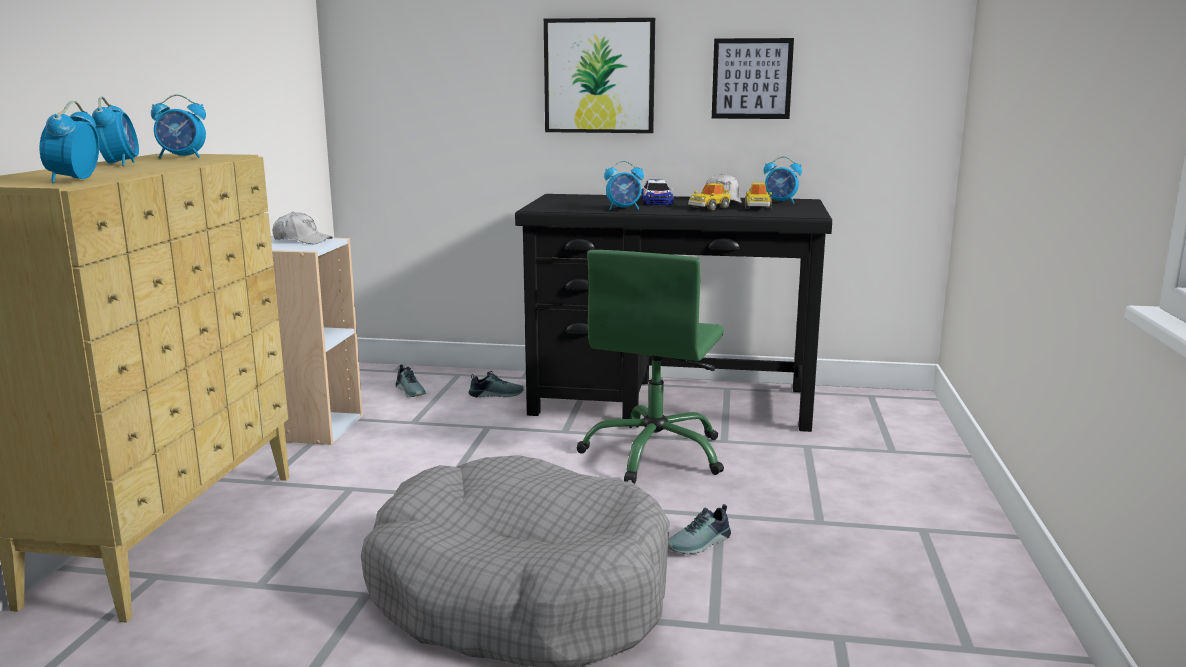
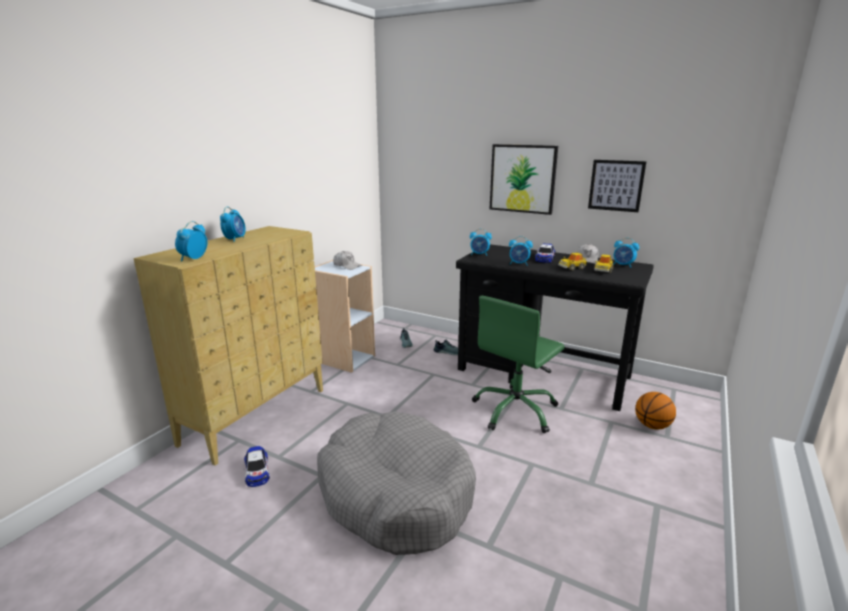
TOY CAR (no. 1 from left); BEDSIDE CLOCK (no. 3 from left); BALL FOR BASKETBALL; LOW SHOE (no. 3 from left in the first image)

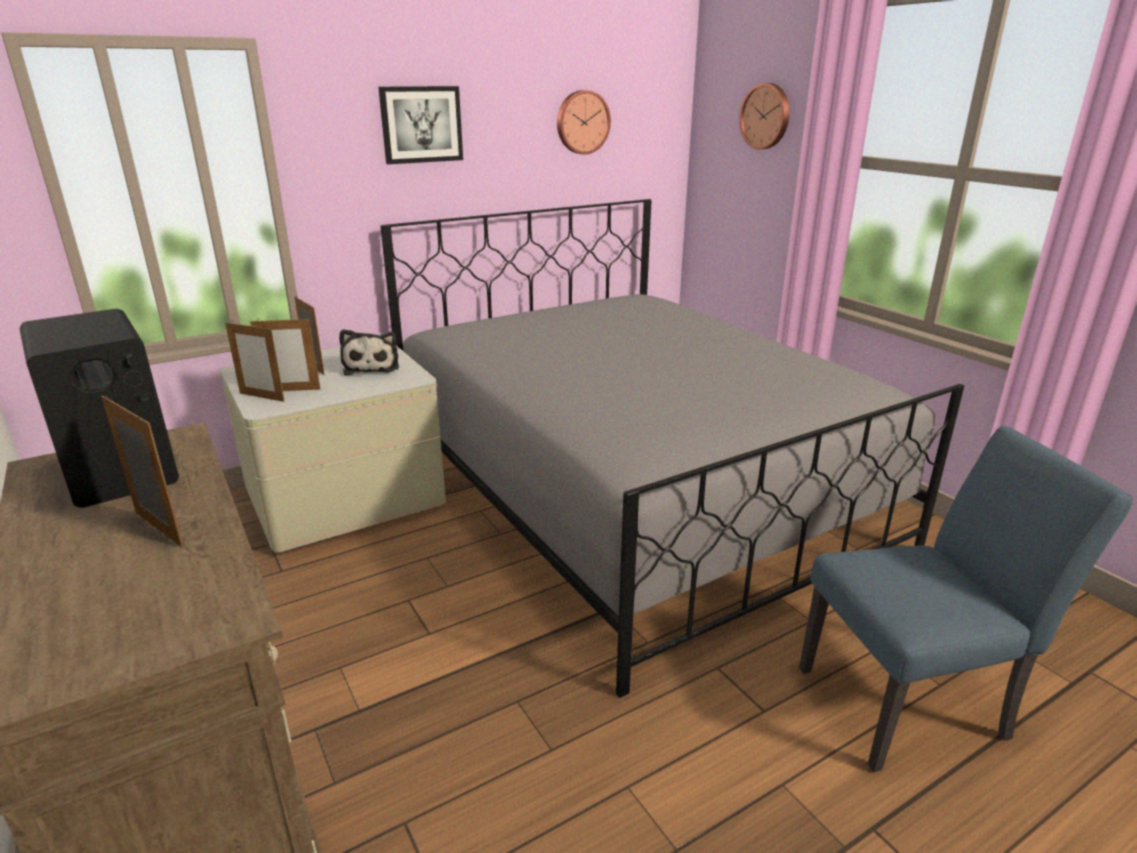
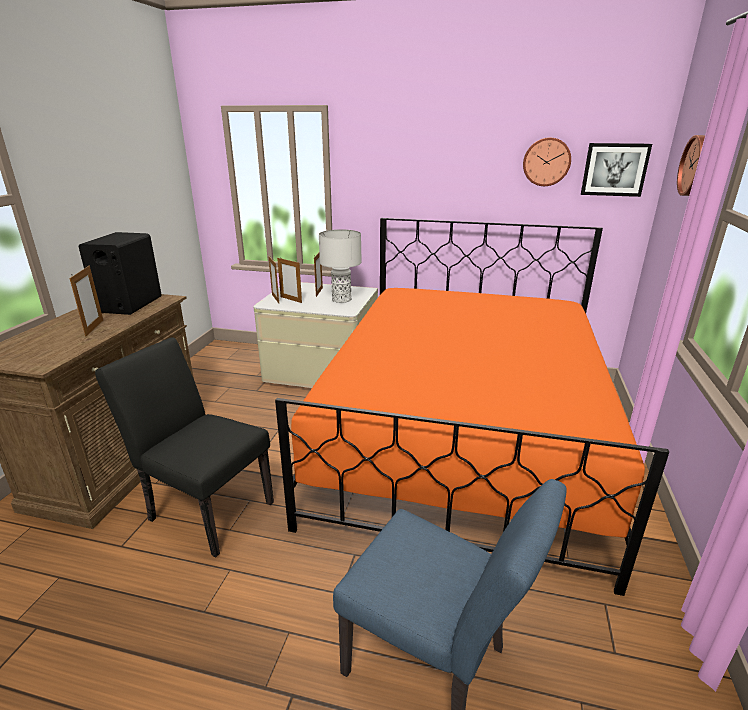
BLACKISH UPRIGHT CHAIR; ORANGE-COLOURED SLEEPING BED; WHITE TABLE LAMP; WALL ART

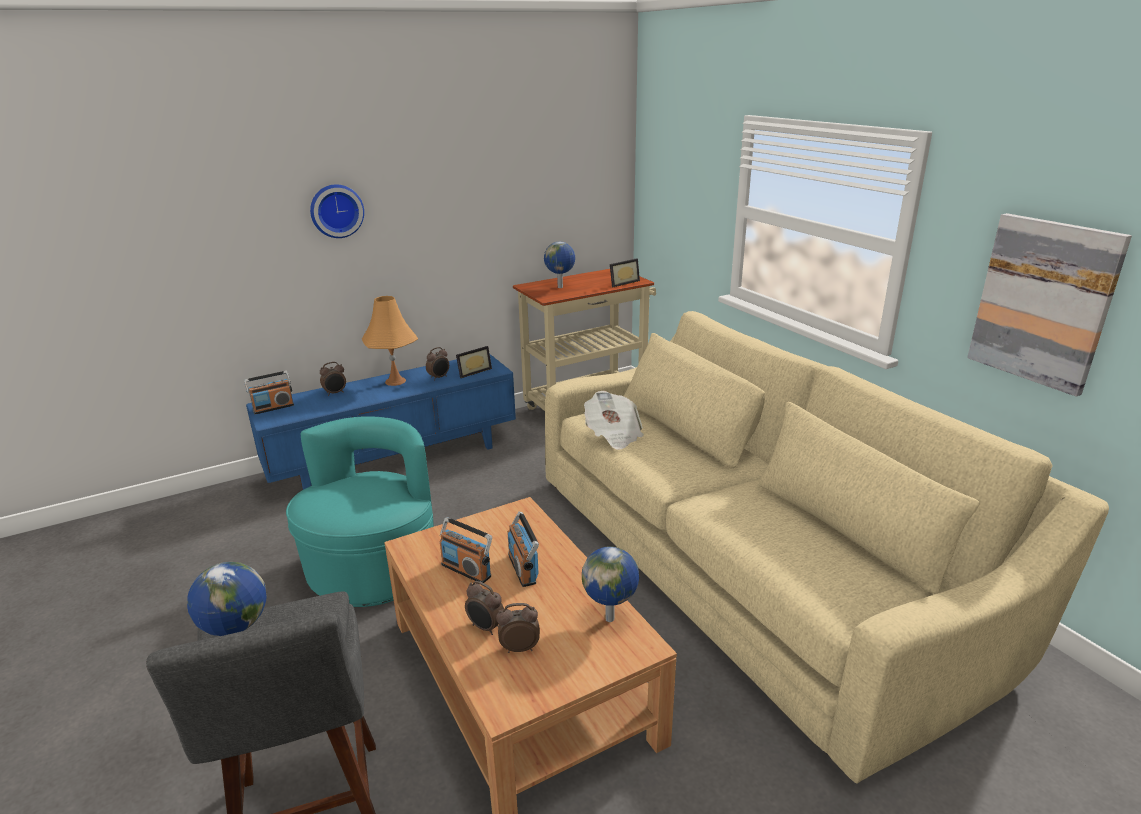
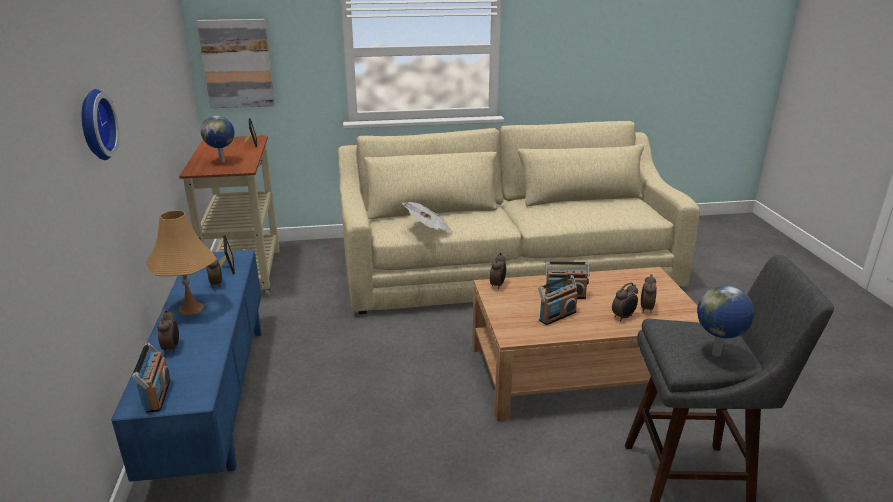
WALL ART; BEDSIDE CLOCK (no. 3 from left); BLUE-GREEN LOUNGE CHAIR; GLOBE (no. 3 from left in the first image)

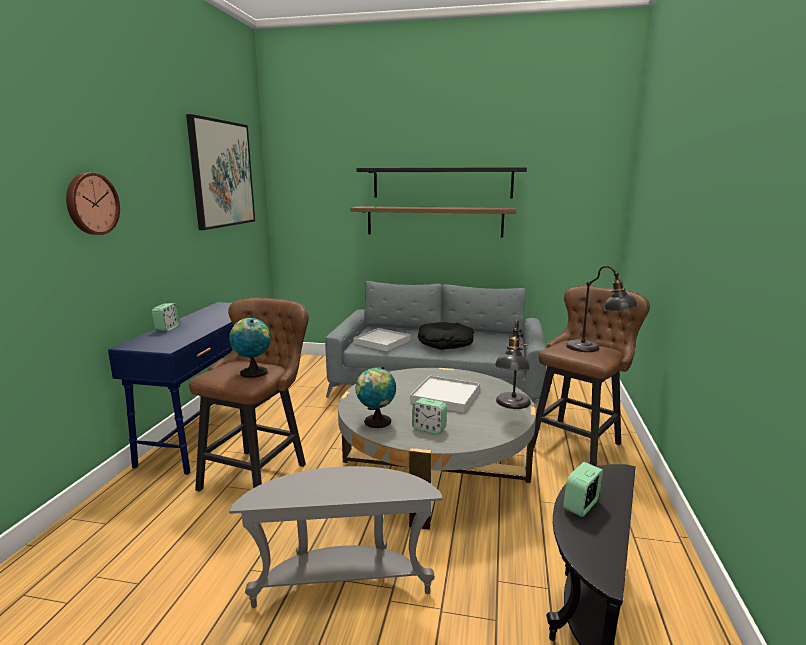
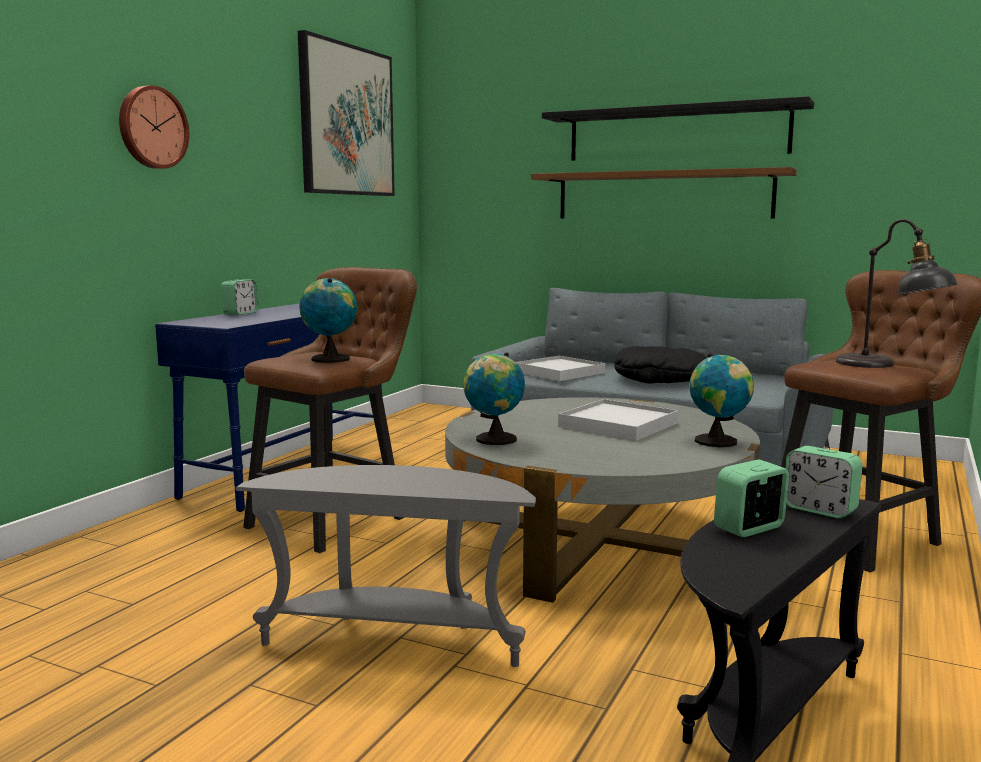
GLOBE (no. 3 from left); BEDSIDE CLOCK (no. 3 from left)

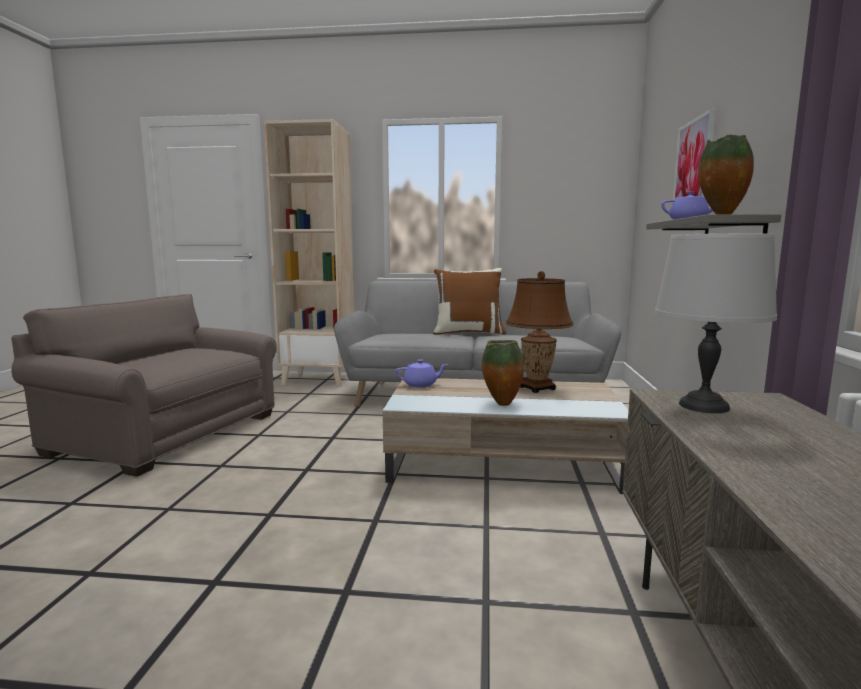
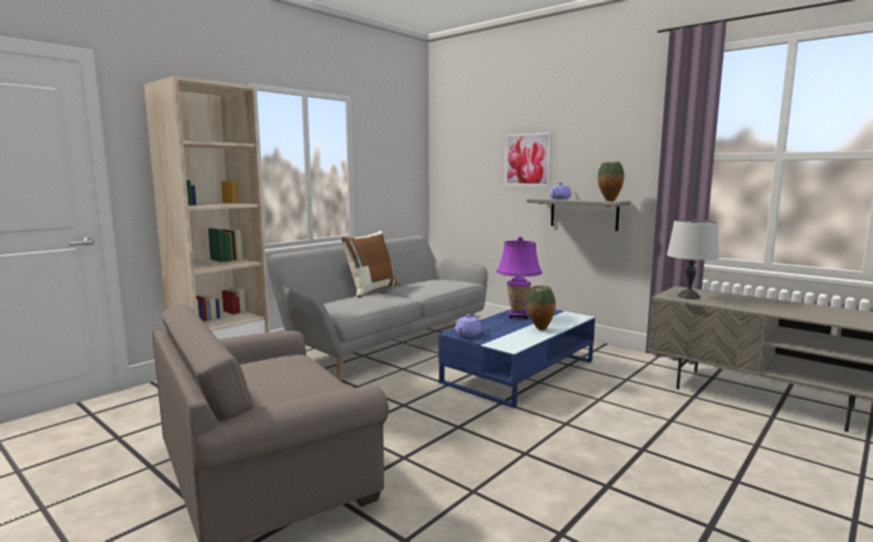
BLUISH LOUNGE TABLE; PURPLISH TABLE LAMP

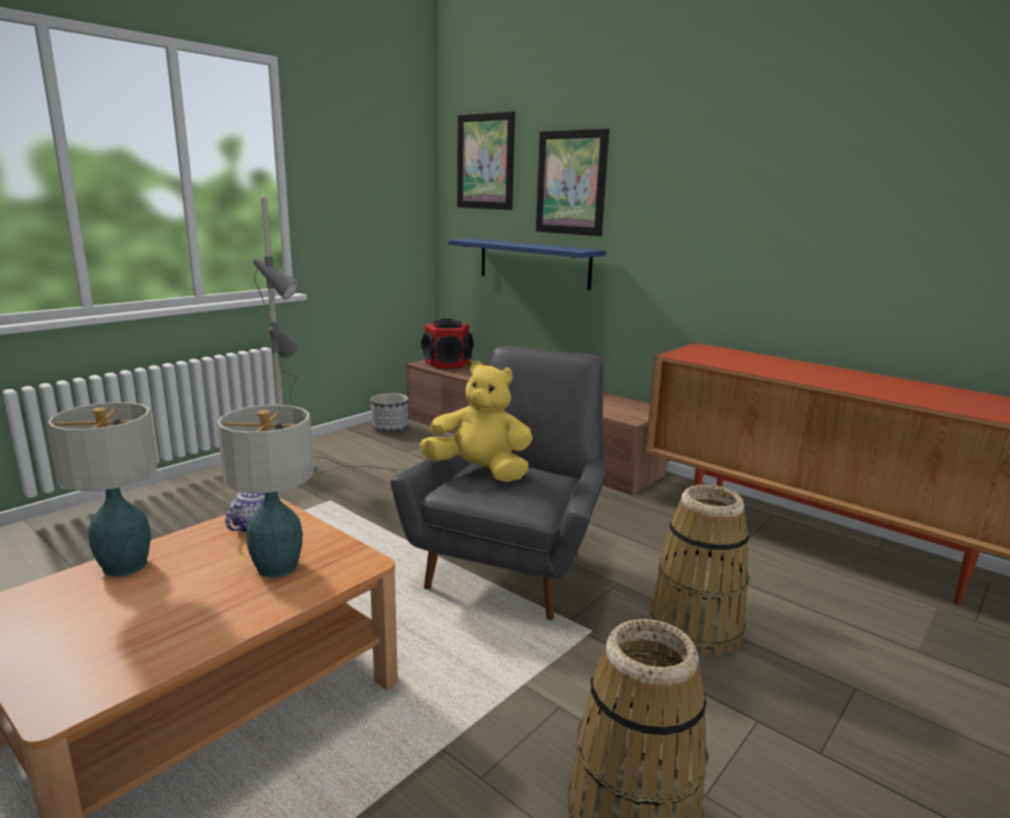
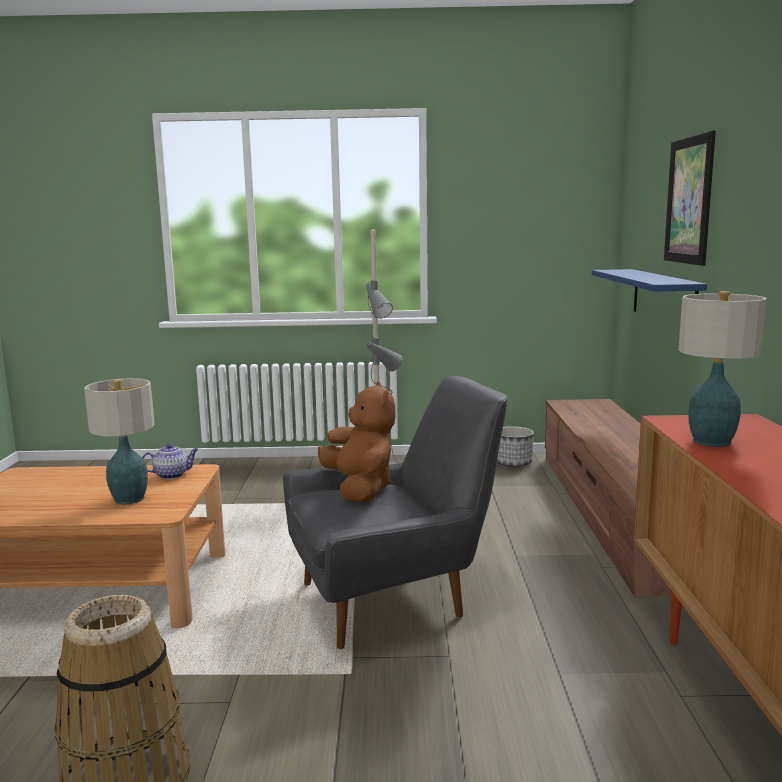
BROWNISH PLUSH TOY; TABLE LAMP (no. 2 from left); LOUDSPEAKER; WALL ART (no. 1 from left in the first image); STORAGE BASKET (no. 2 from left in the first image)

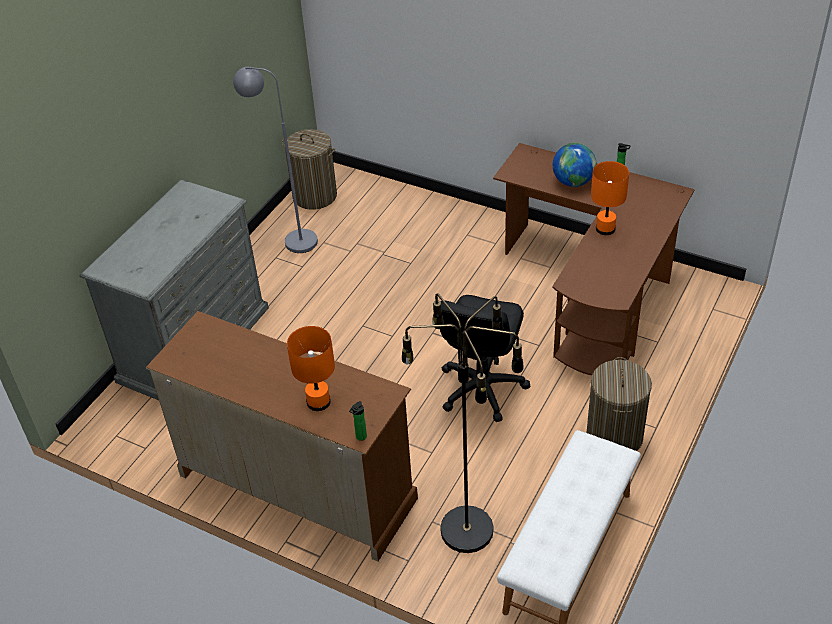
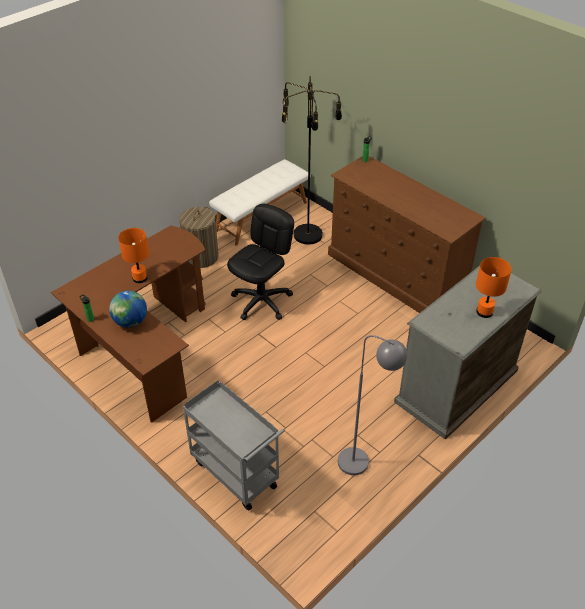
GREYISH TROLLEY; ORANGE-COLOURED TABLE LAMP (no. 2 from left); LAUNDRY BASKET (no. 1 from left in the first image)

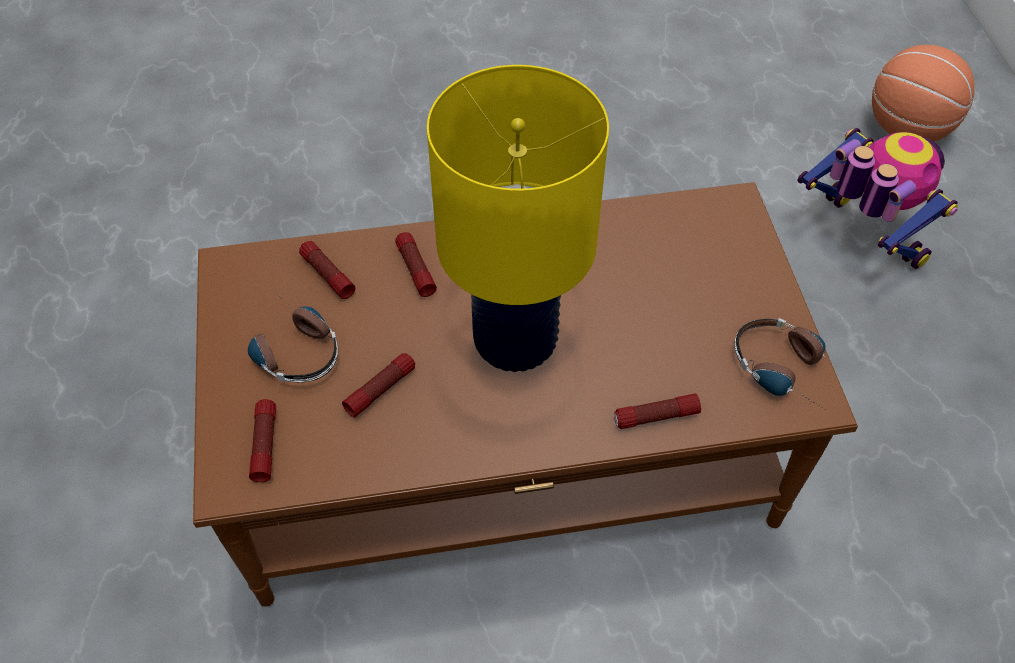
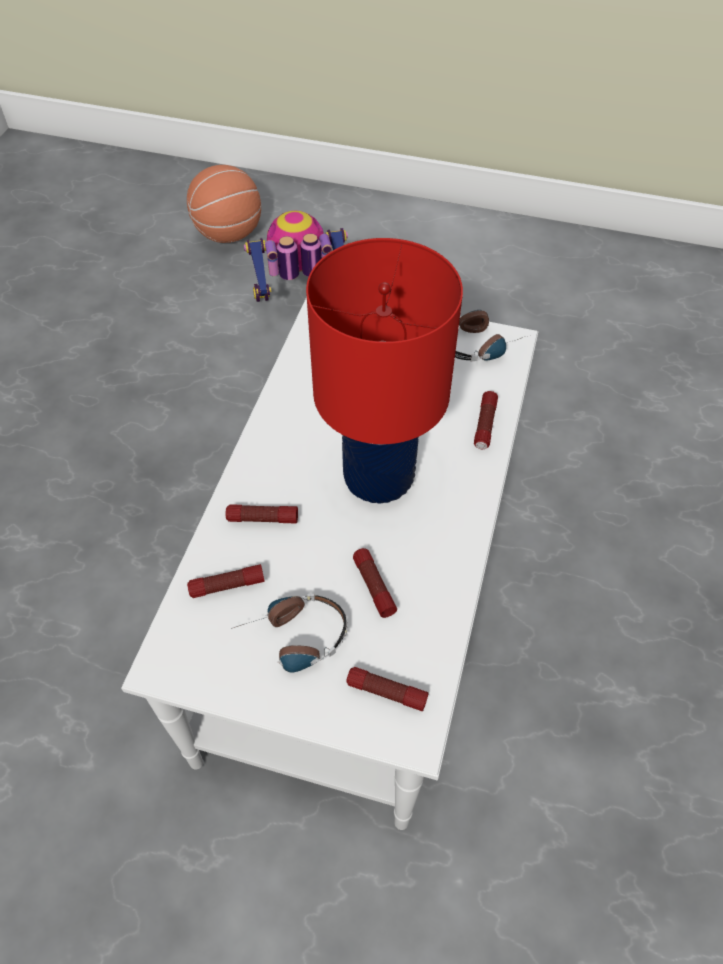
WHITE LOUNGE TABLE; REDDISH TABLE LAMP

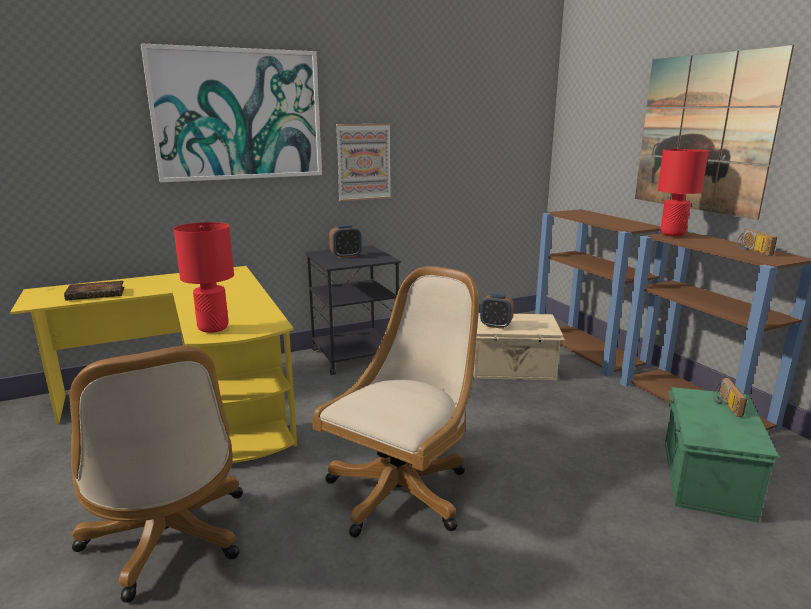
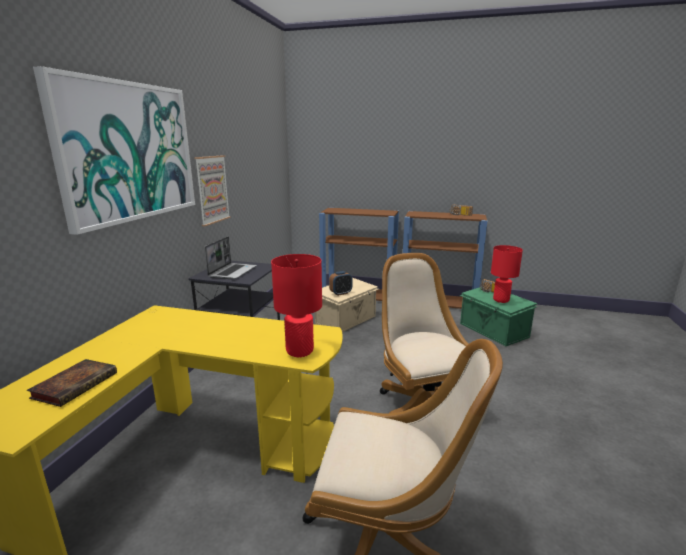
NOTEBOOK COMPUTER; REDDISH TABLE LAMP (no. 2 from left); WALL ART (no. 3 from left in the first image)

